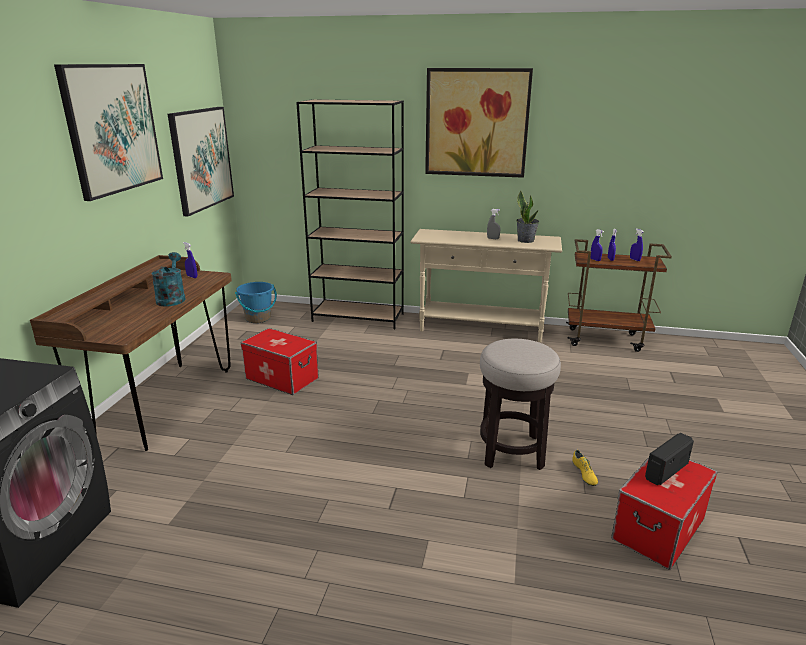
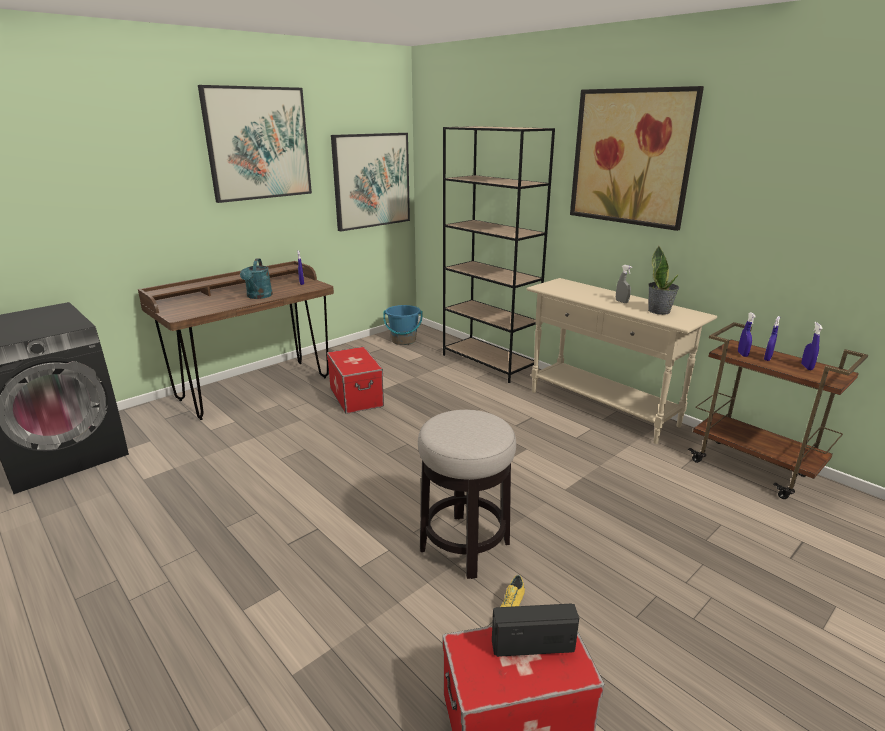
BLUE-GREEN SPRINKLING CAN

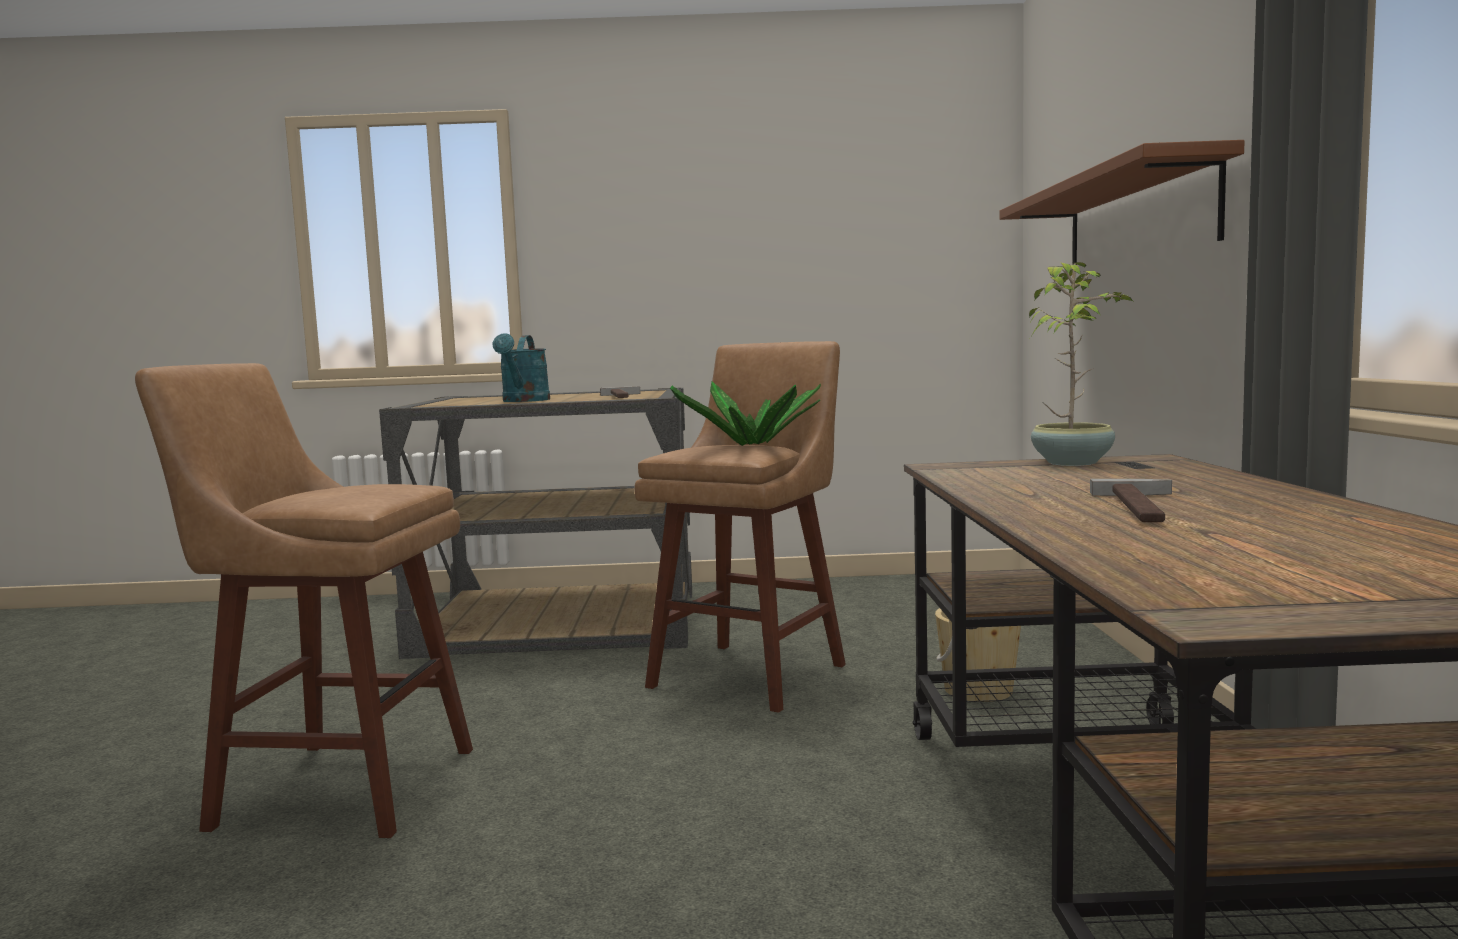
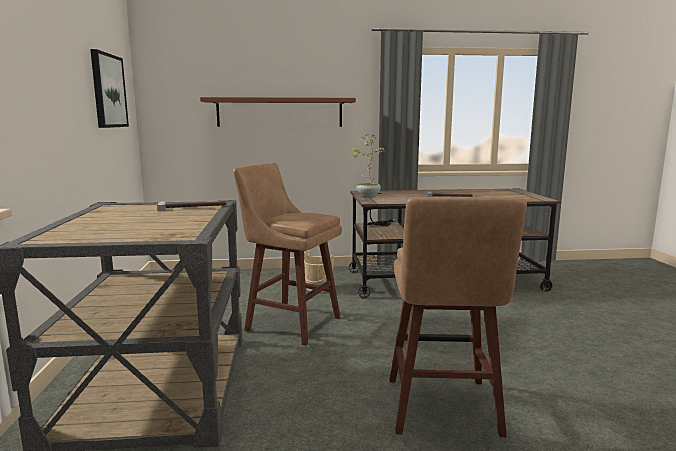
WALL ART; BLUE-GREEN SPRINKLING CAN; PLANT IN A POT (no. 1 from left in the first image)

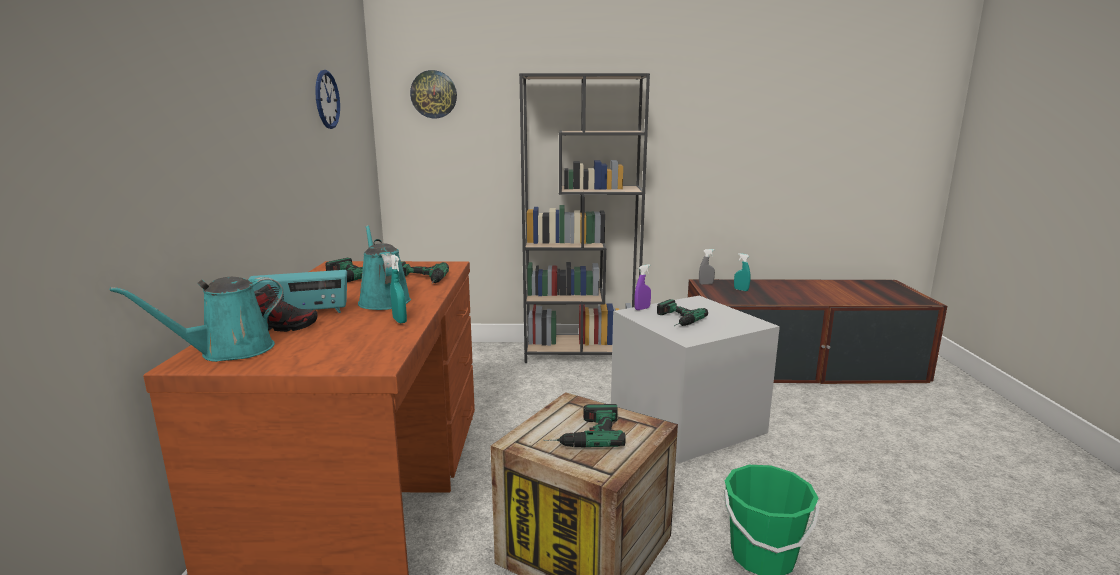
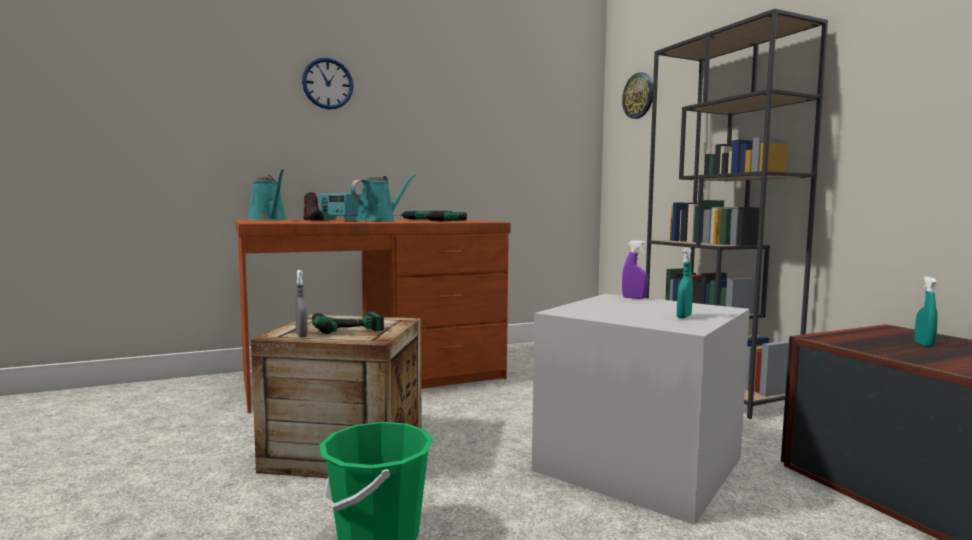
BLUE-GREEN SPRINKLING CAN (no. 1 from left); GREYISH SPRAYER; CLOCK ON THE WALL (no. 1 from left); BLUE-GREEN SPRAYER (no. 1 from left); ELECTRIC DRILL (no. 4 from left in the first image)

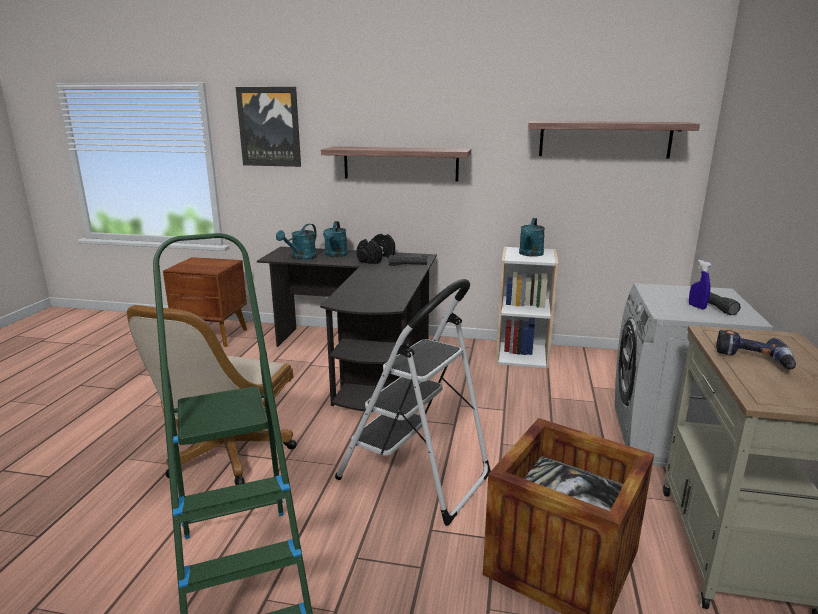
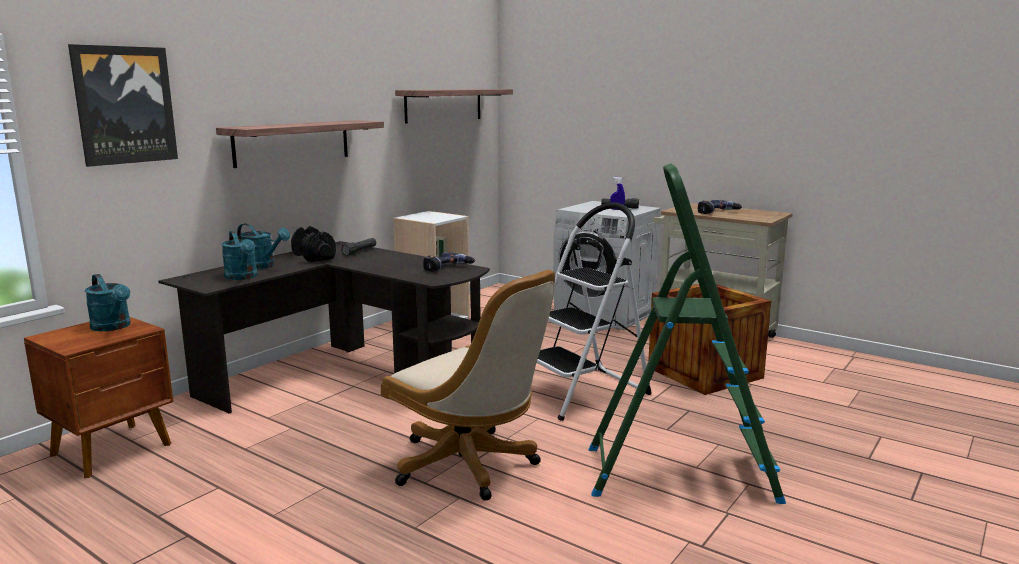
BLUE-GREEN SPRINKLING CAN (no. 1 from left); ELECTRIC DRILL (no. 1 from left)

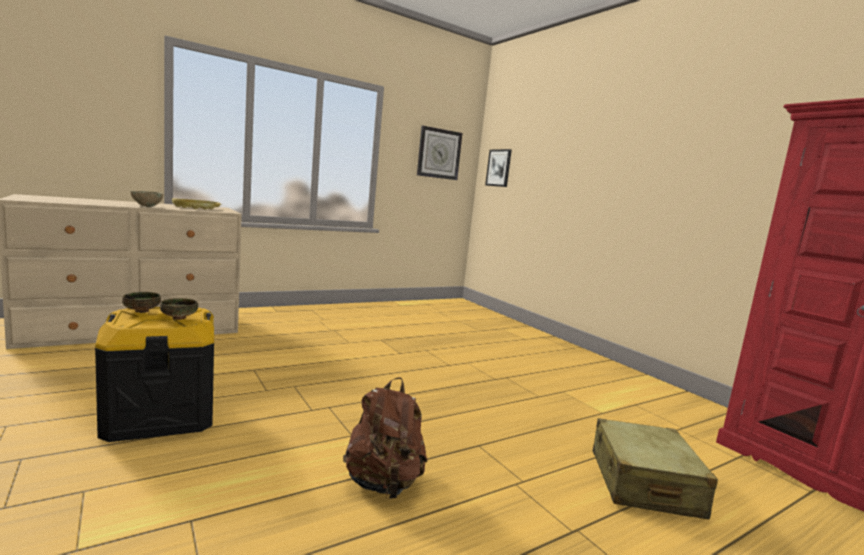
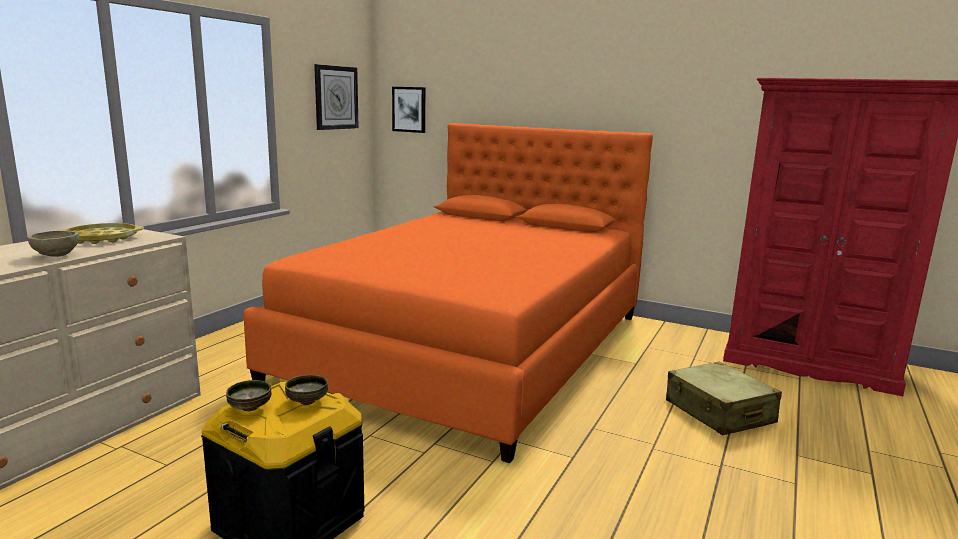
ORANGE-COLOURED SLEEPING BED; BROWNISH BACKPACK

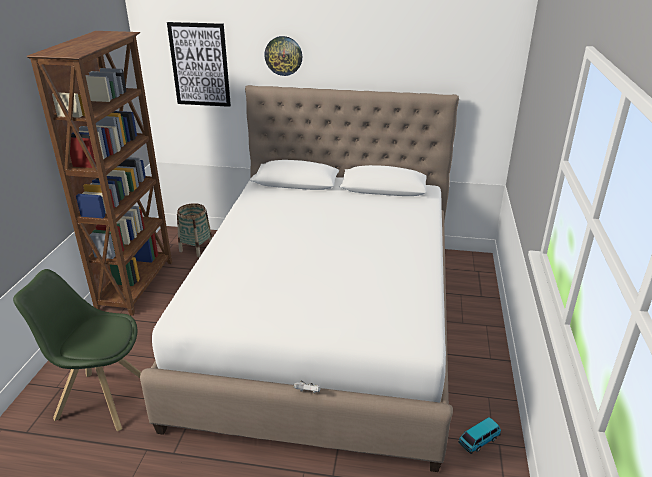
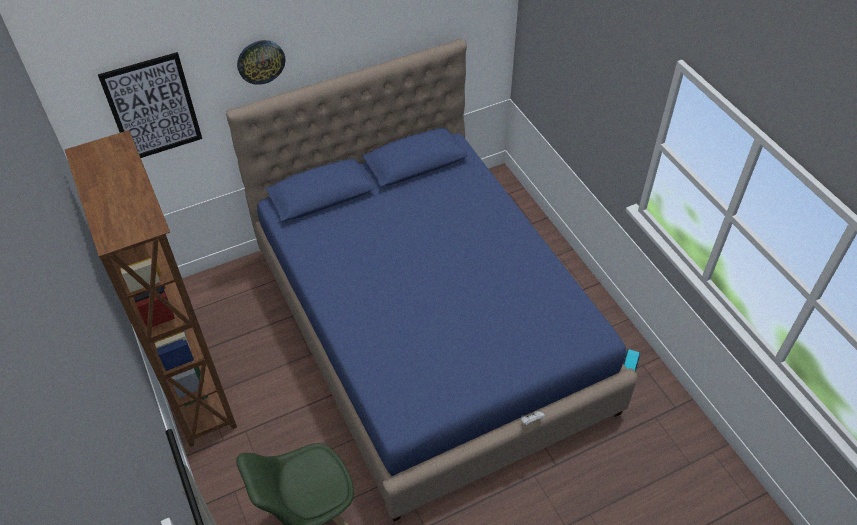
BLUISH SLEEPING BED; STORAGE BASKET

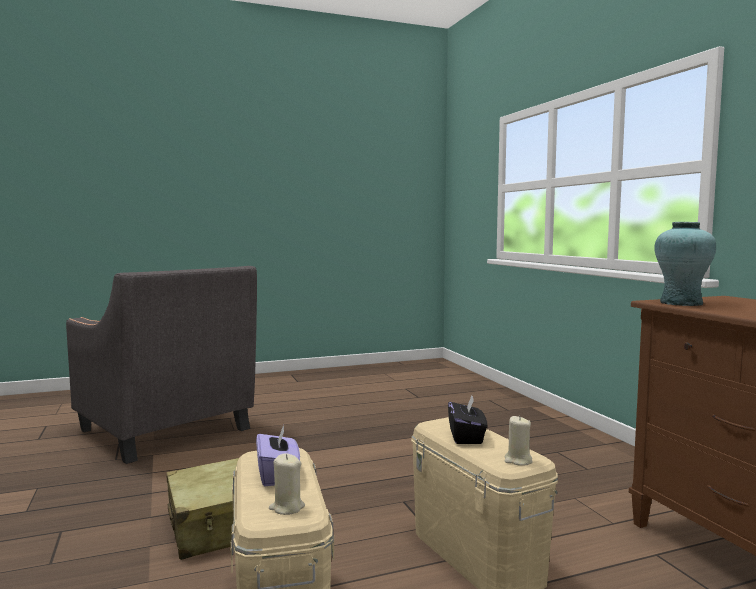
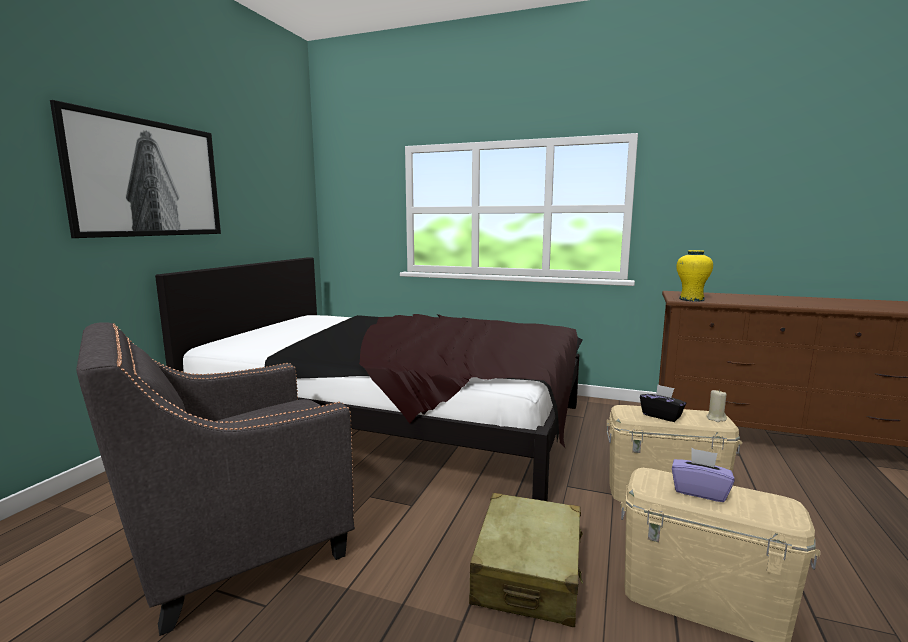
WALL ART; GREYISH LOUNGE CHAIR; SLEEPING BED; YELLOW-COLOURED DECORATIVE VASE; BEIGE-COLOURED WAX LIGHT (no. 1 from left in the first image)

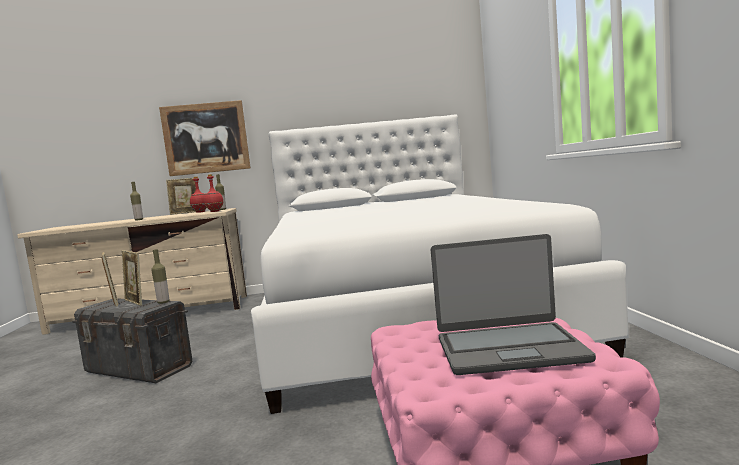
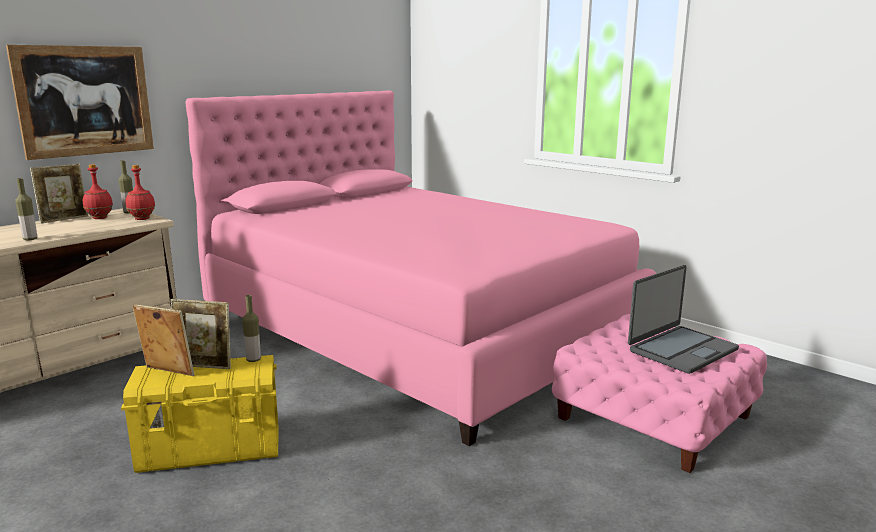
YELLOW-COLOURED STORAGE BIN; PINKISH SLEEPING BED

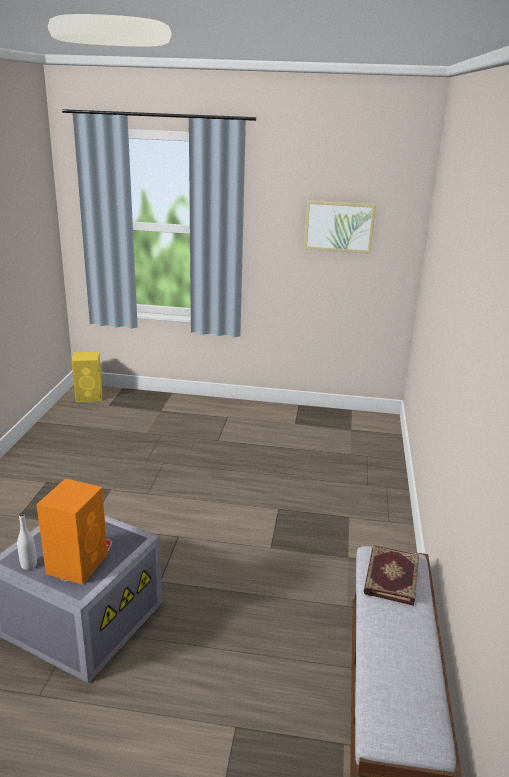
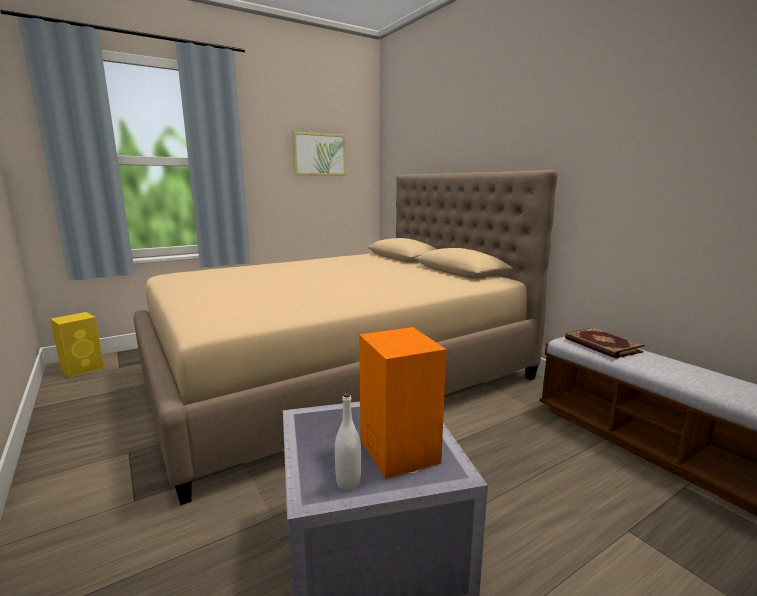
BEIGE-COLOURED SLEEPING BED

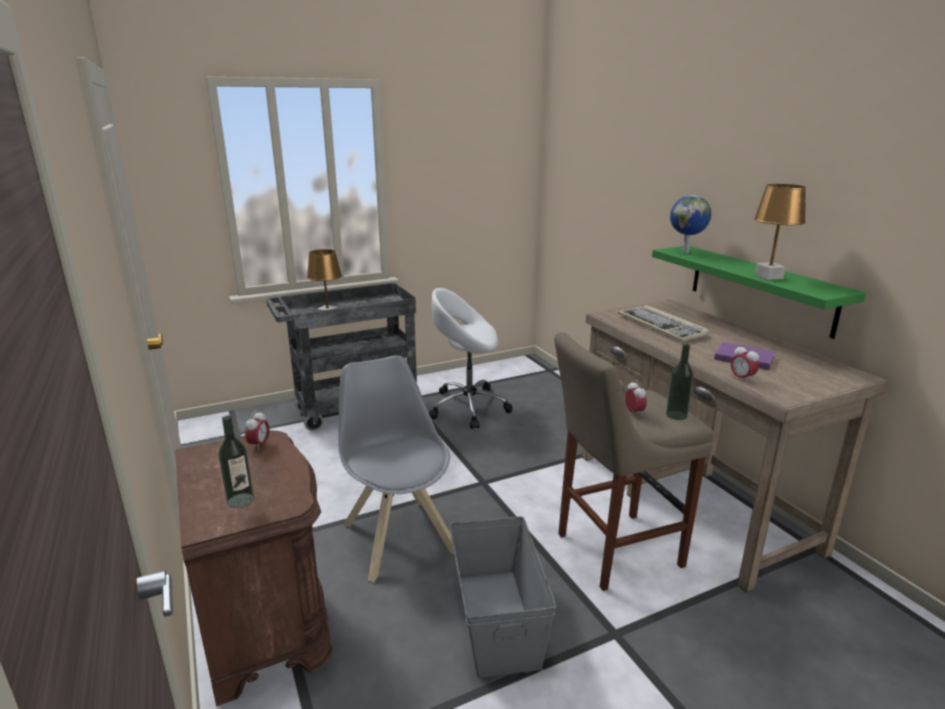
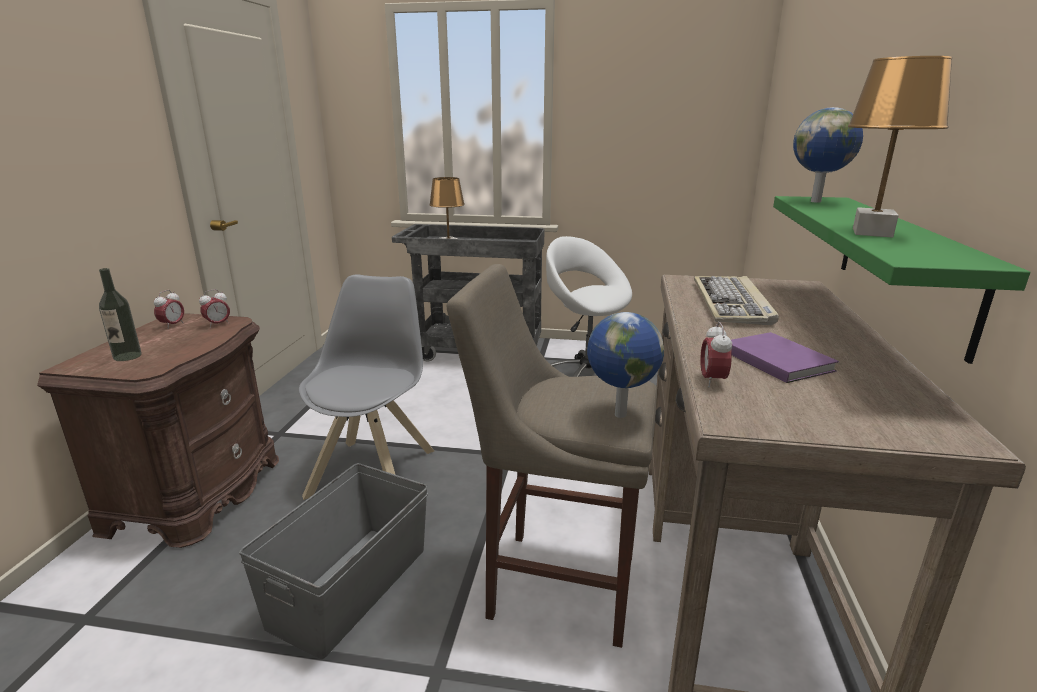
BEDSIDE CLOCK (no. 1 from left); GLOBE (no. 1 from left)

